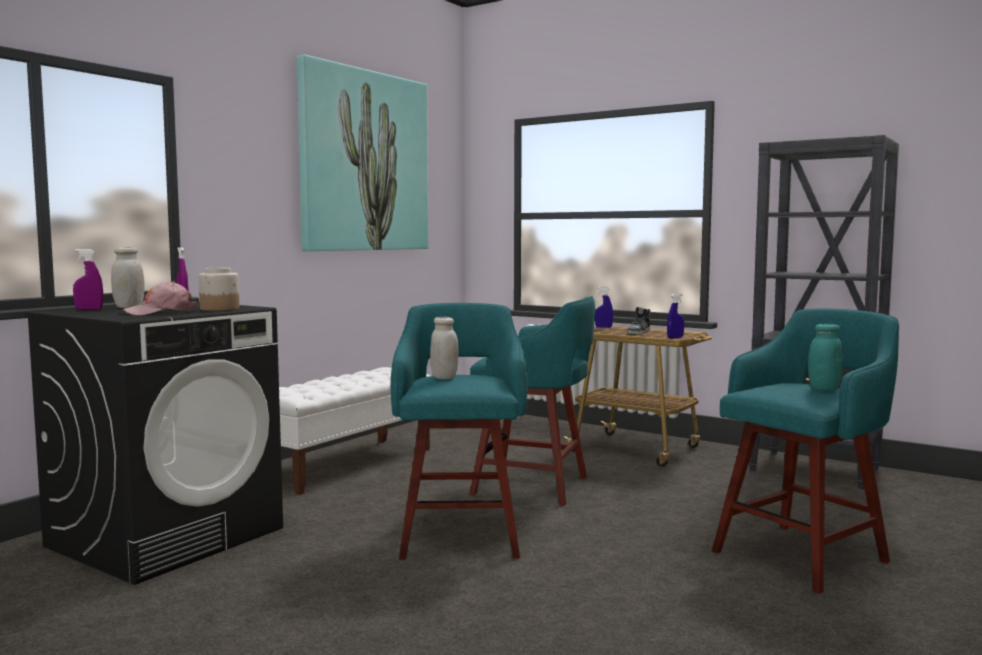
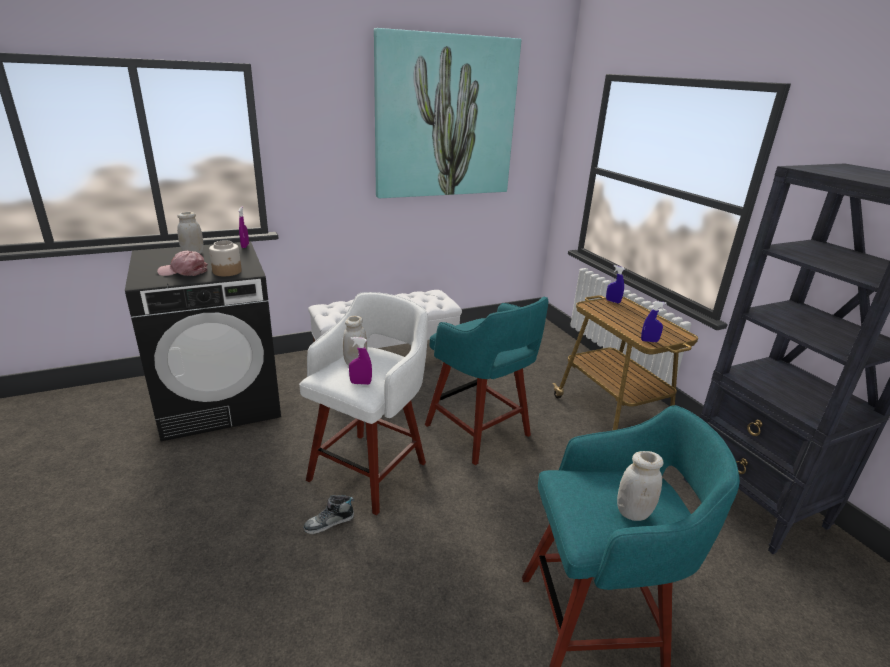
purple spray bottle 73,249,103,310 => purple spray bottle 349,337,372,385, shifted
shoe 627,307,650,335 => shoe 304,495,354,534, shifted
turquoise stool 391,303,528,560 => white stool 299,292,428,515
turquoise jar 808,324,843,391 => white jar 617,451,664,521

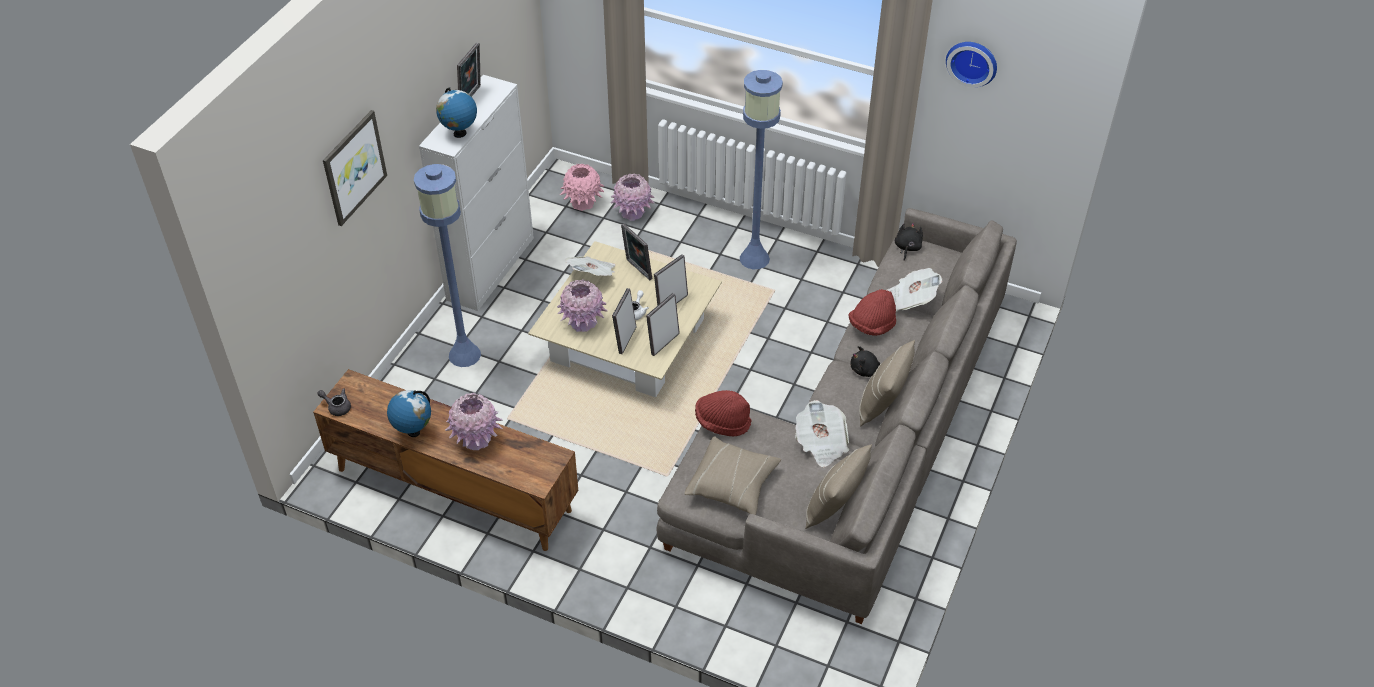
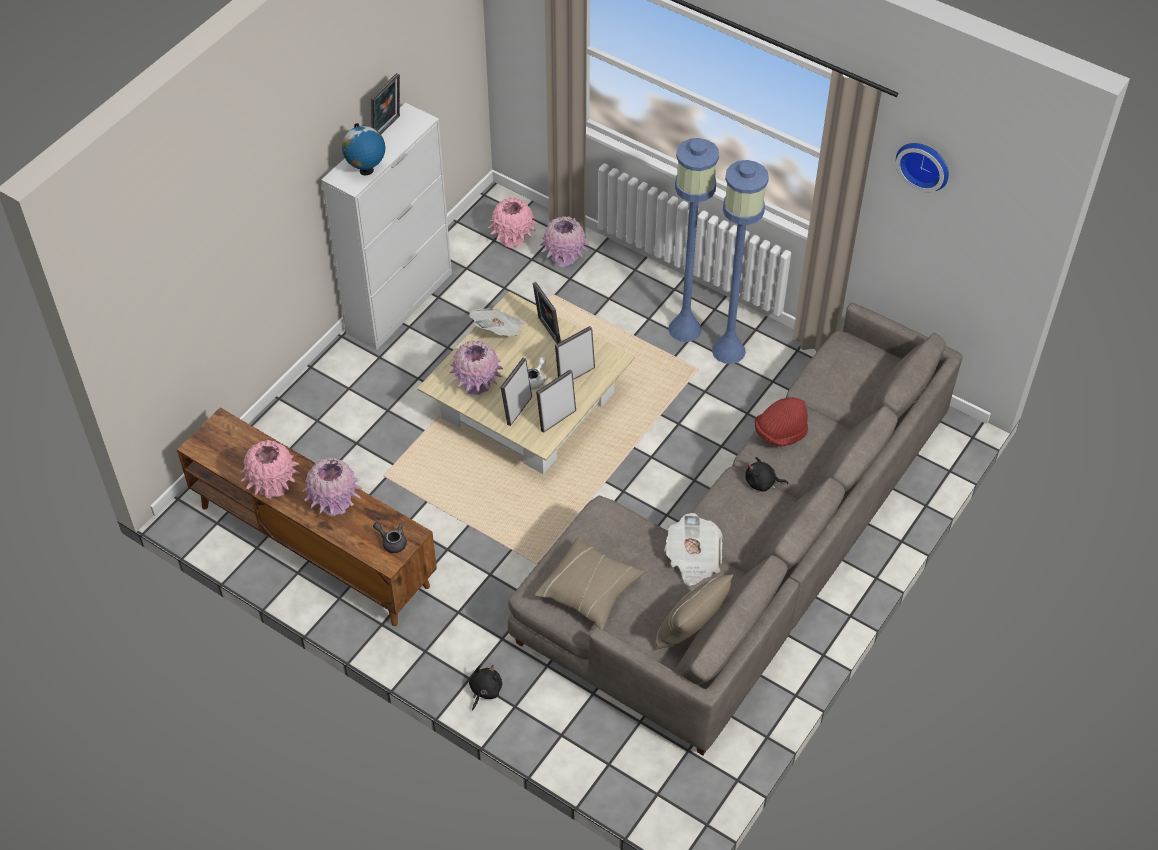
picture 323,110,387,226 => nothing
red hat 695,390,751,436 => nothing
beige pillow 859,340,915,427 => nothing
newspaper 887,268,942,311 => nothing
grey teapot 317,388,351,416 => grey teapot 373,522,407,553, shifted
blue floor lamp 414,164,481,367 => blue floor lamp 712,160,769,364, shifted
black plush toy 895,223,923,260 => black plush toy 469,664,502,711, shifted
globe 387,390,431,437 => pink vase 241,440,300,499

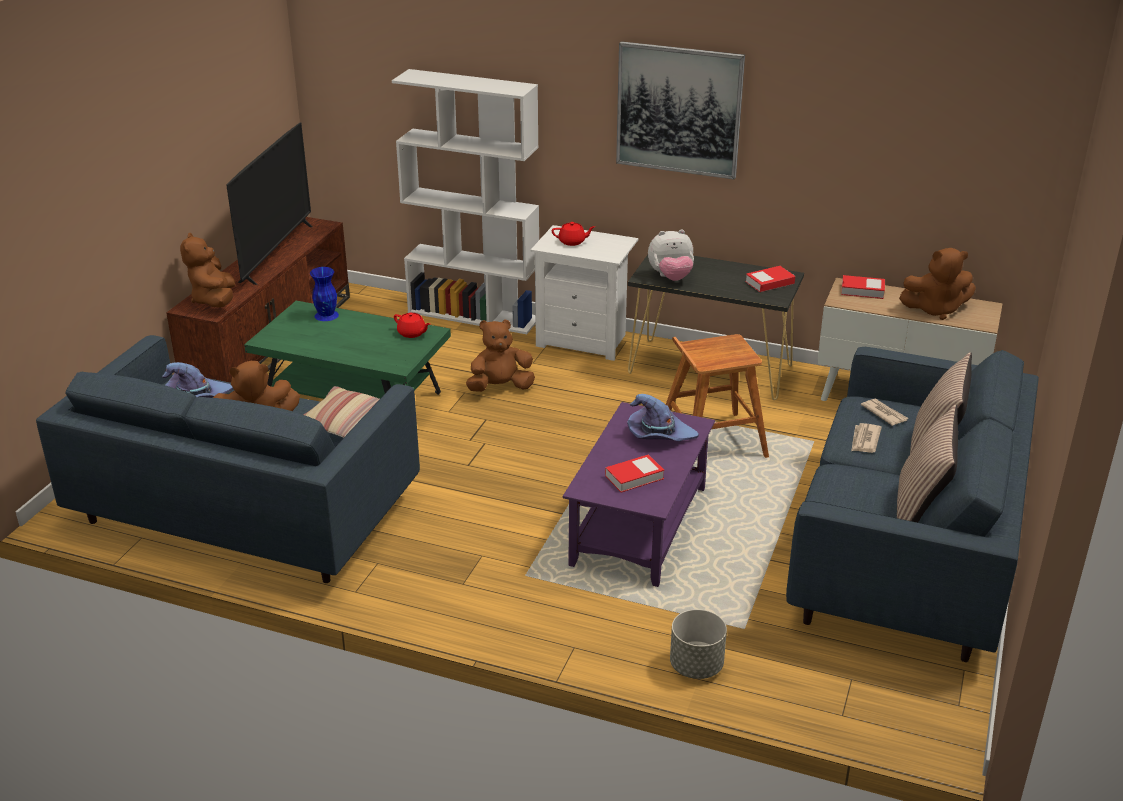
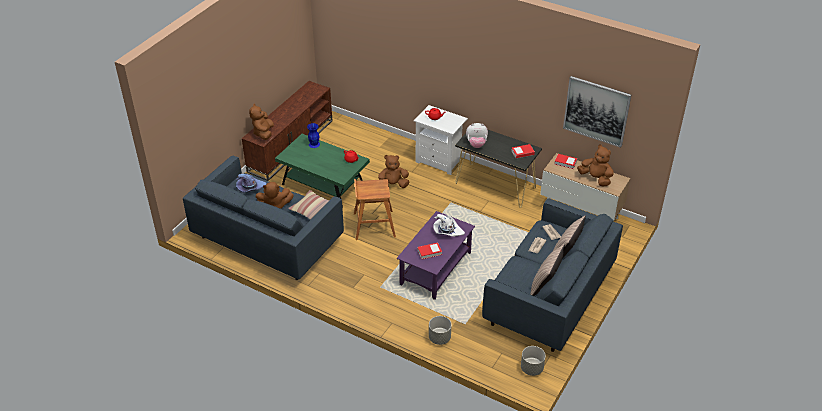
television 226,123,313,285 => nothing
white bookcase 392,69,539,334 => nothing
nothing => grey planter 521,346,545,376
picture 616,41,745,180 => picture 563,76,631,148, shifted
brown stool 666,334,769,458 => brown stool 354,179,396,240, shifted
purple hat 627,394,699,441 => white hat 433,214,465,237
brown plush toy 899,248,976,320 => brown plush toy 577,144,614,187, 150 degrees counterclockwise

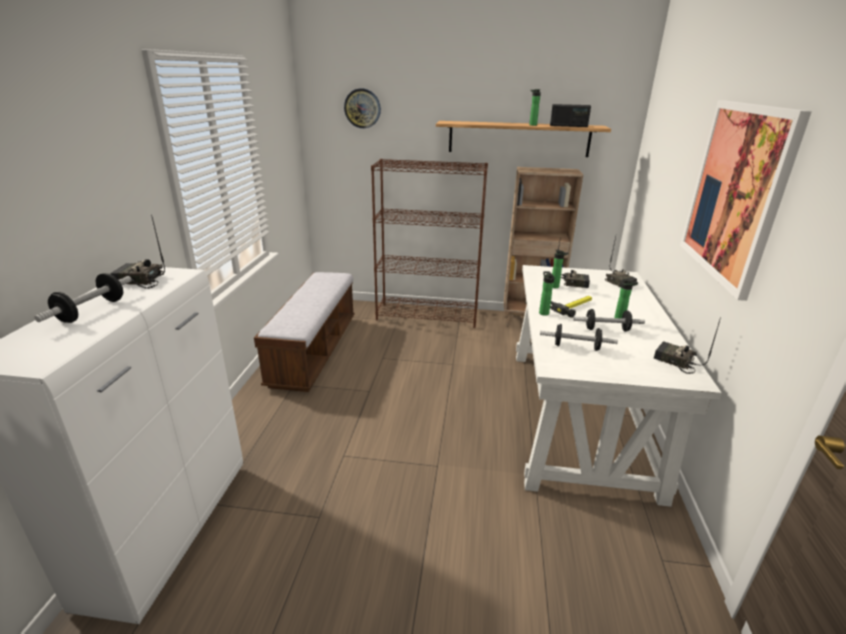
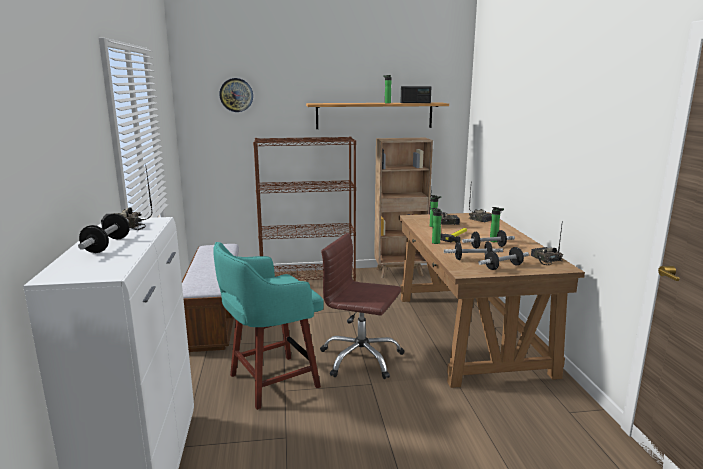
picture 680,100,812,301 => nothing
nothing => turquoise stool 213,242,323,410
nothing => brown office chair 320,233,405,379
nothing => dumbbell 478,247,529,270
white desk 516,265,722,507 => brown desk 399,212,585,388
radio 654,317,721,374 => radio 531,220,563,265, 45 degrees clockwise

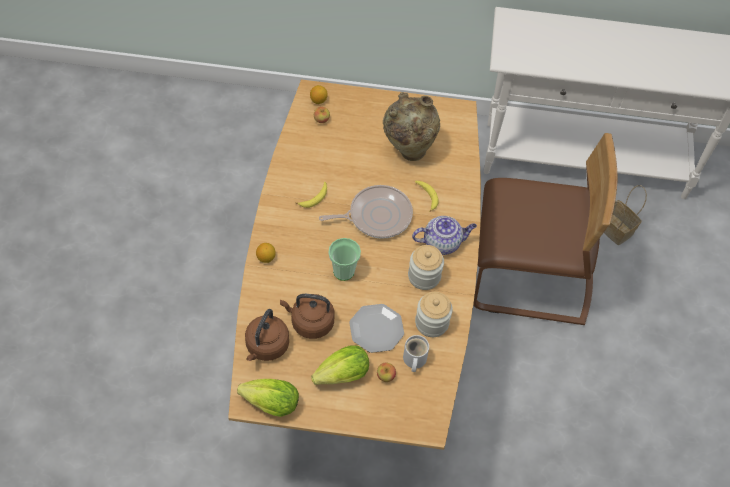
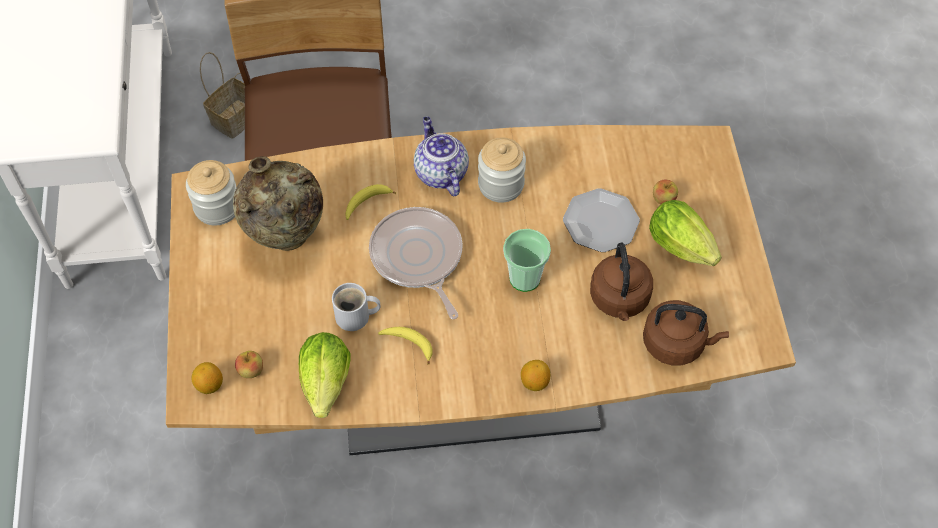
lettuce 237,379,299,417 => lettuce 299,332,350,418, shifted
white mug 403,335,429,372 => white mug 332,283,380,331, shifted
jar 415,292,453,337 => jar 186,160,236,225, shifted

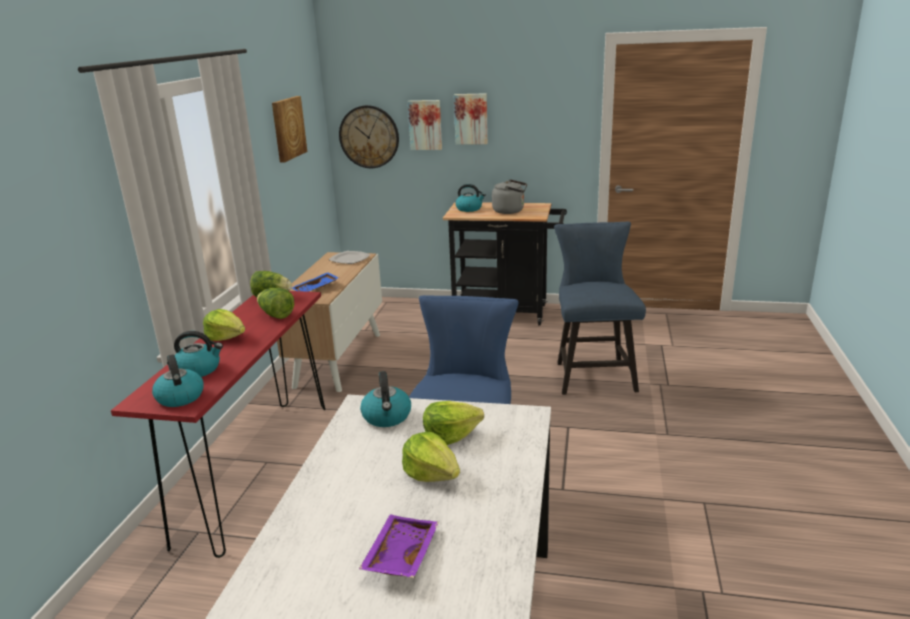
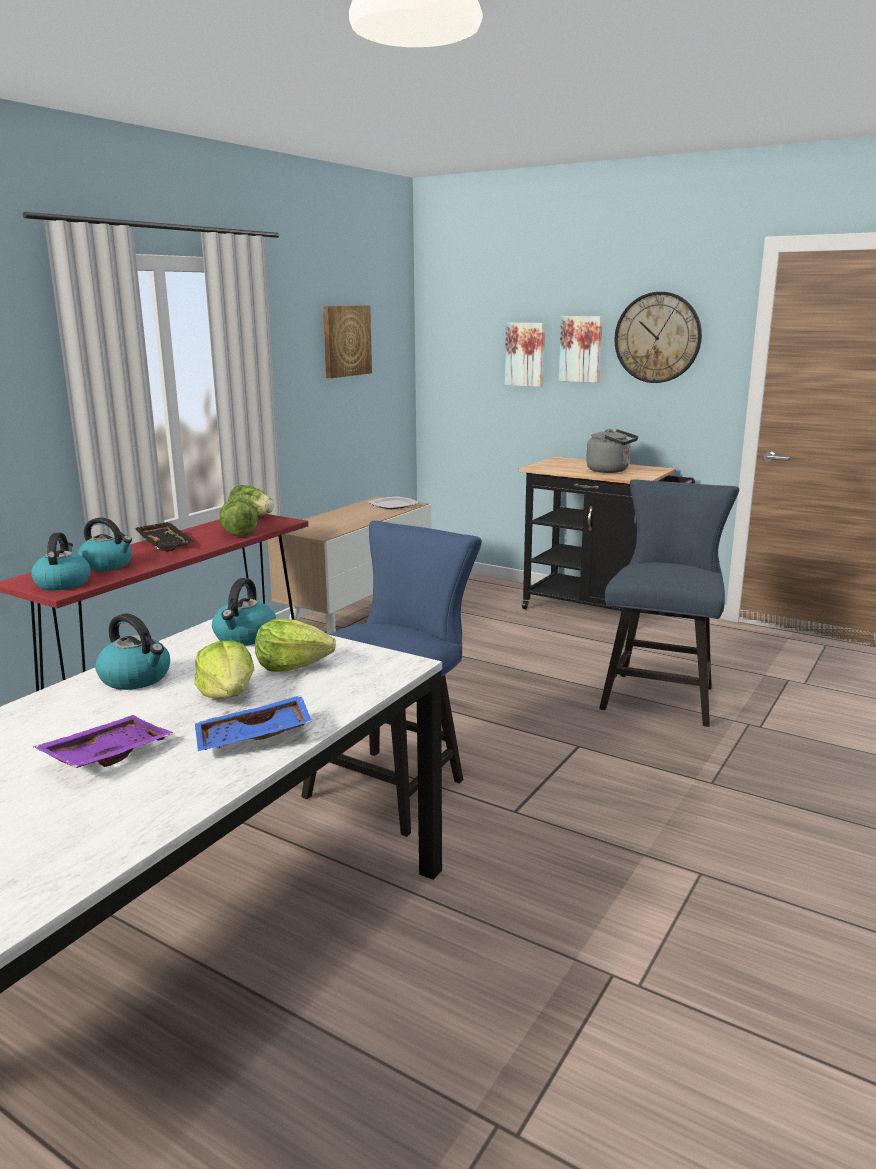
blue tray 292,272,339,292 => blue tray 195,695,312,751, shifted
wall clock 339,105,399,168 => wall clock 614,292,702,383, shifted
kettle 455,184,486,212 => kettle 95,613,170,690, shifted
lettuce 203,309,245,341 => black tray 134,522,195,552

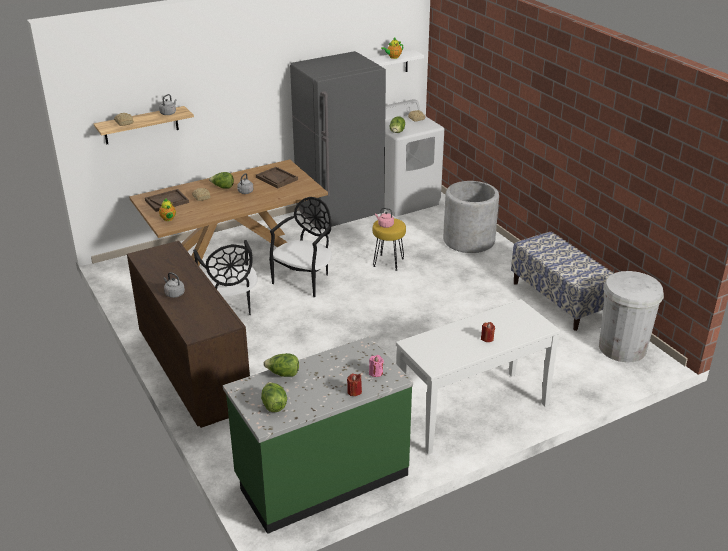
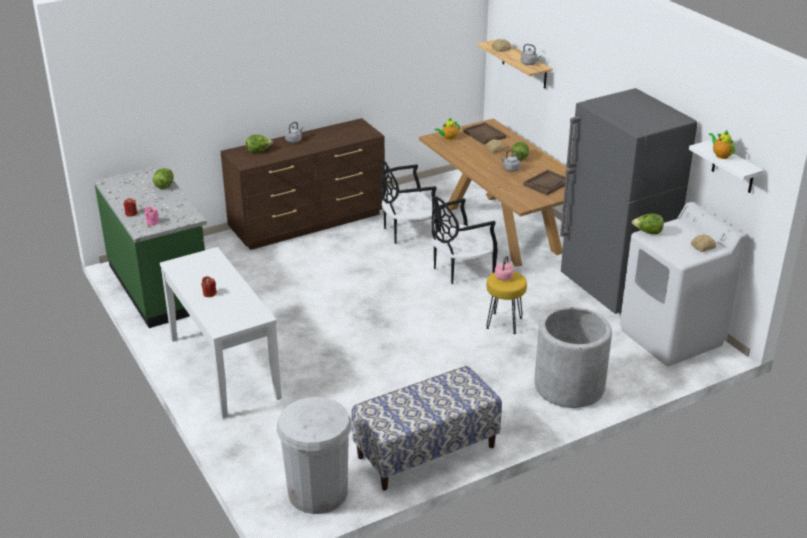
lettuce 261,382,287,412 => lettuce 246,134,273,153, shifted
black chair 269,197,332,297 => black chair 431,196,498,284, 120 degrees clockwise

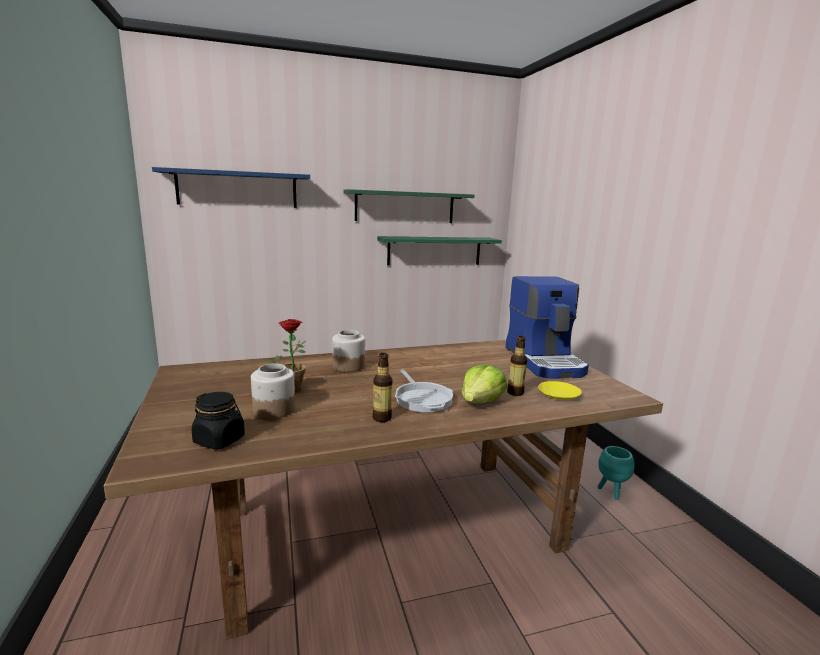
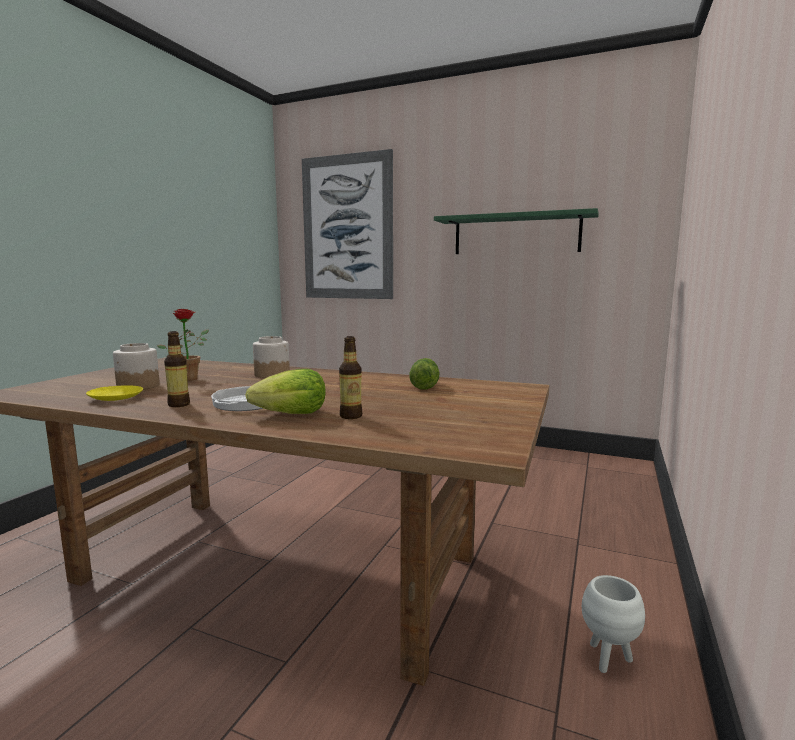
black jar 191,392,245,450 => nothing
green shelf 377,236,502,265 => nothing
coffee machine 505,276,589,379 => nothing
nothing => lettuce 409,358,439,390
yellow plate 538,381,582,400 => yellow plate 86,385,143,401, shifted
blue shelf 152,167,310,208 => picture 302,149,393,299
turquoise planter 598,446,635,500 => white planter 582,575,645,673

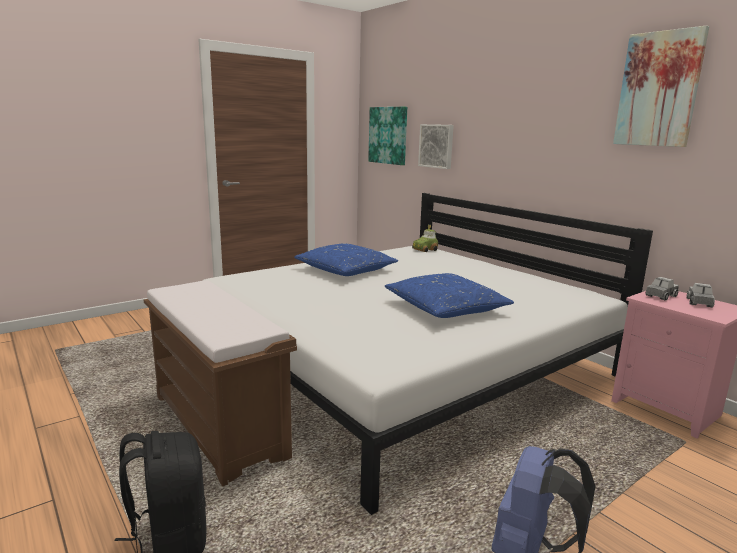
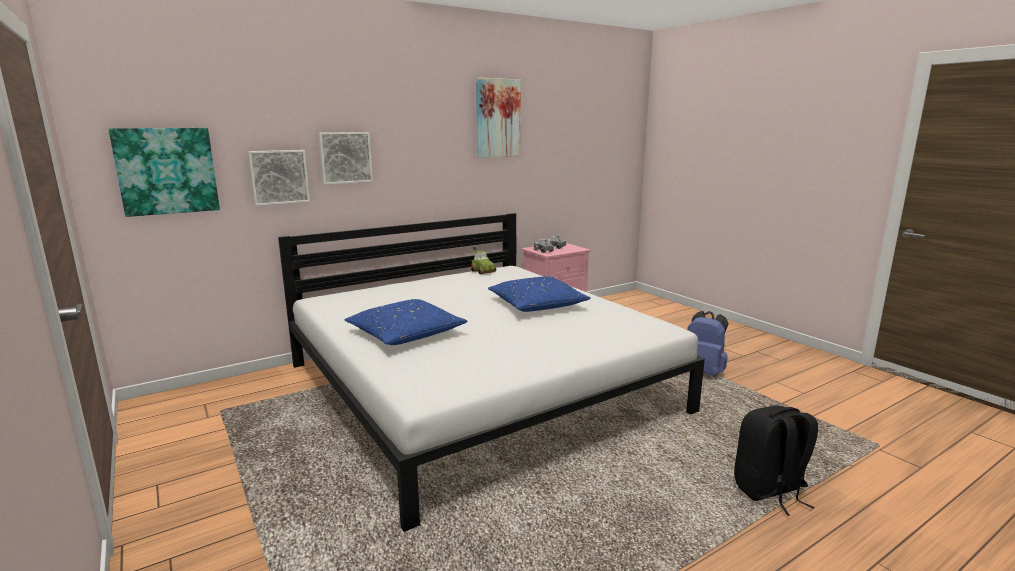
brown bench 143,280,297,486 => nothing
nothing => picture 318,132,373,185
toy car 412,225,438,252 => toy car 471,247,496,274, shifted

